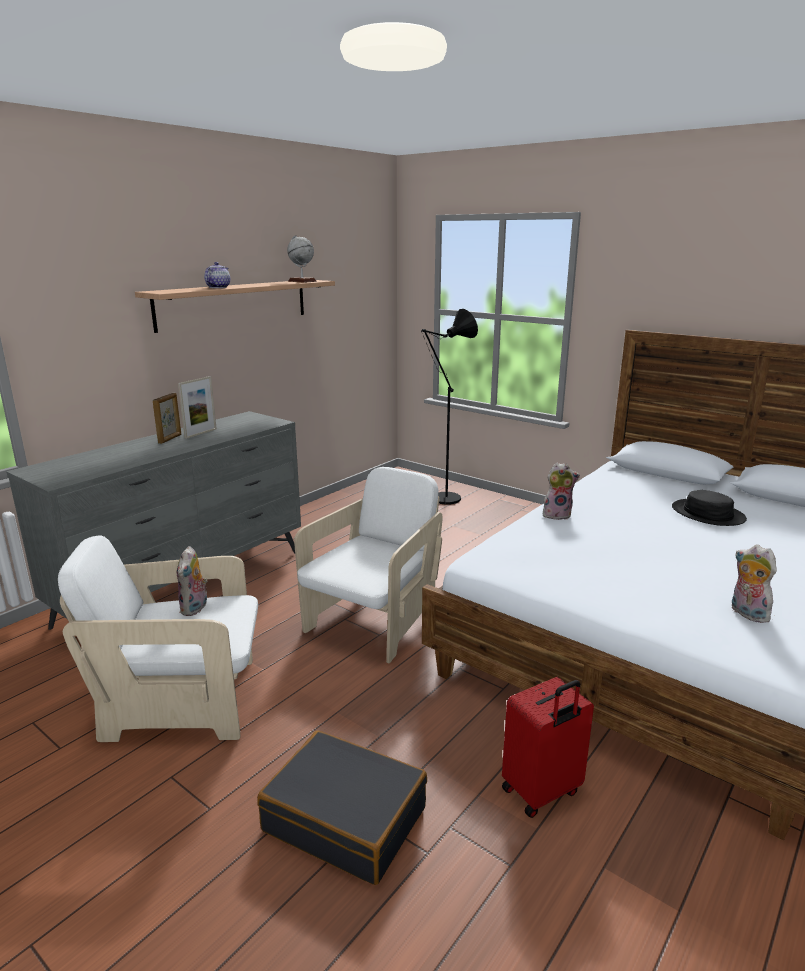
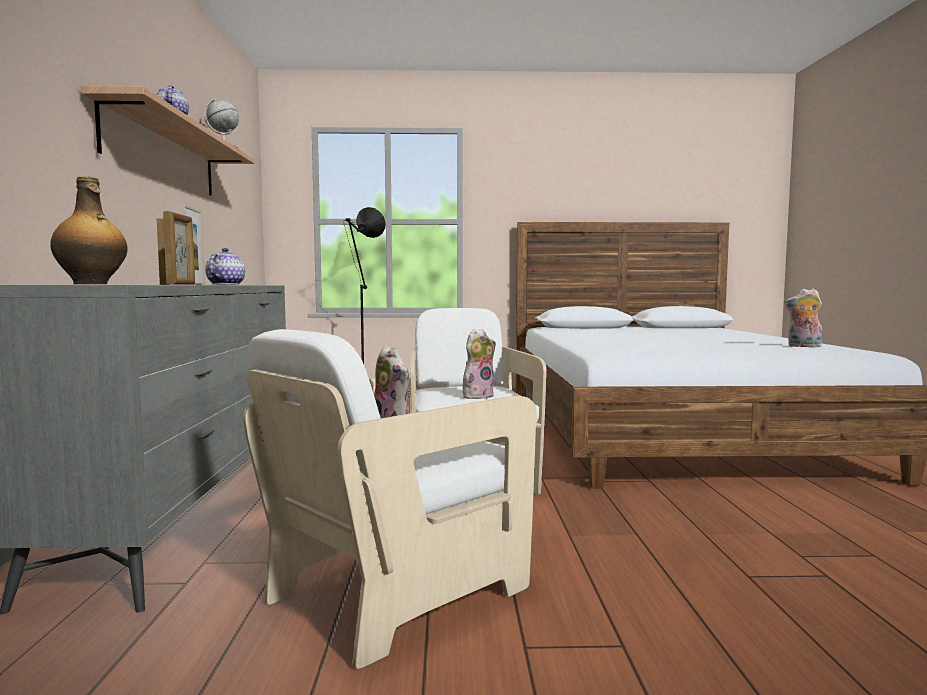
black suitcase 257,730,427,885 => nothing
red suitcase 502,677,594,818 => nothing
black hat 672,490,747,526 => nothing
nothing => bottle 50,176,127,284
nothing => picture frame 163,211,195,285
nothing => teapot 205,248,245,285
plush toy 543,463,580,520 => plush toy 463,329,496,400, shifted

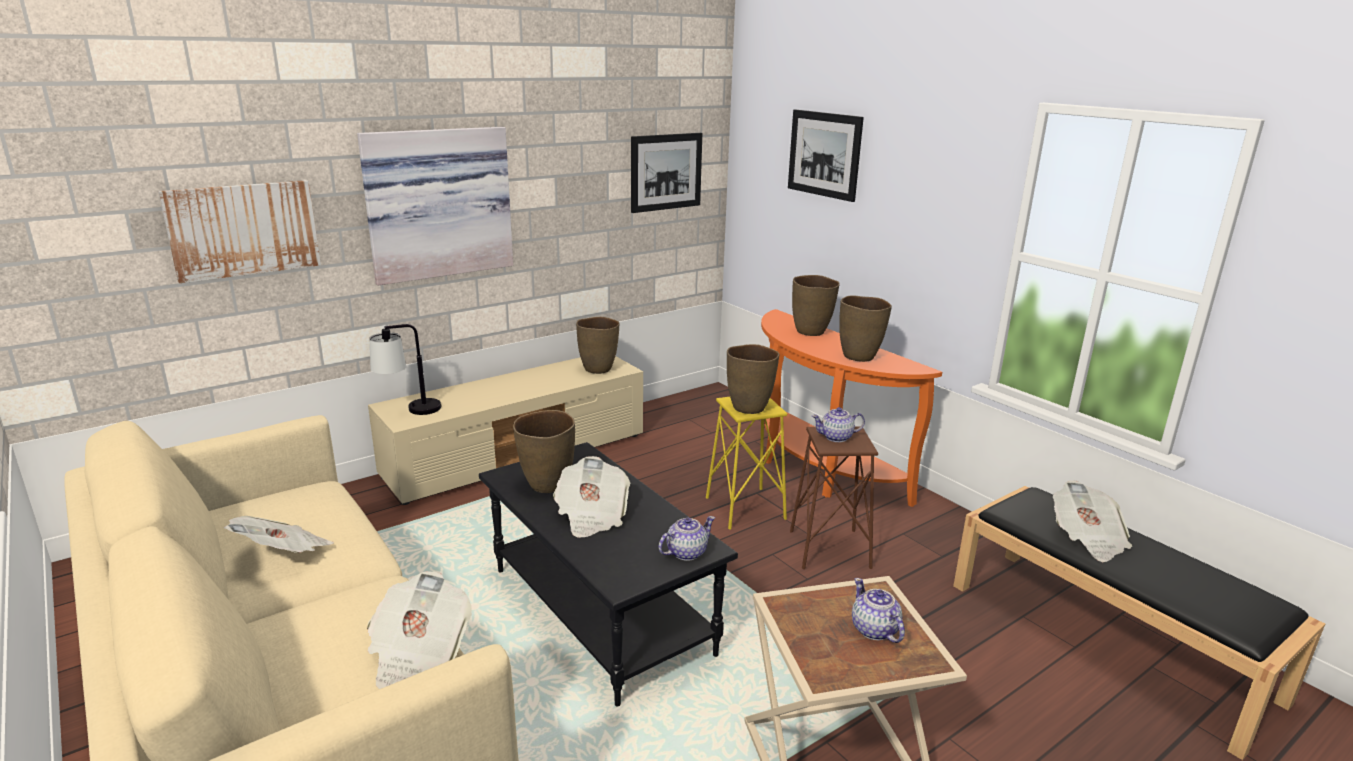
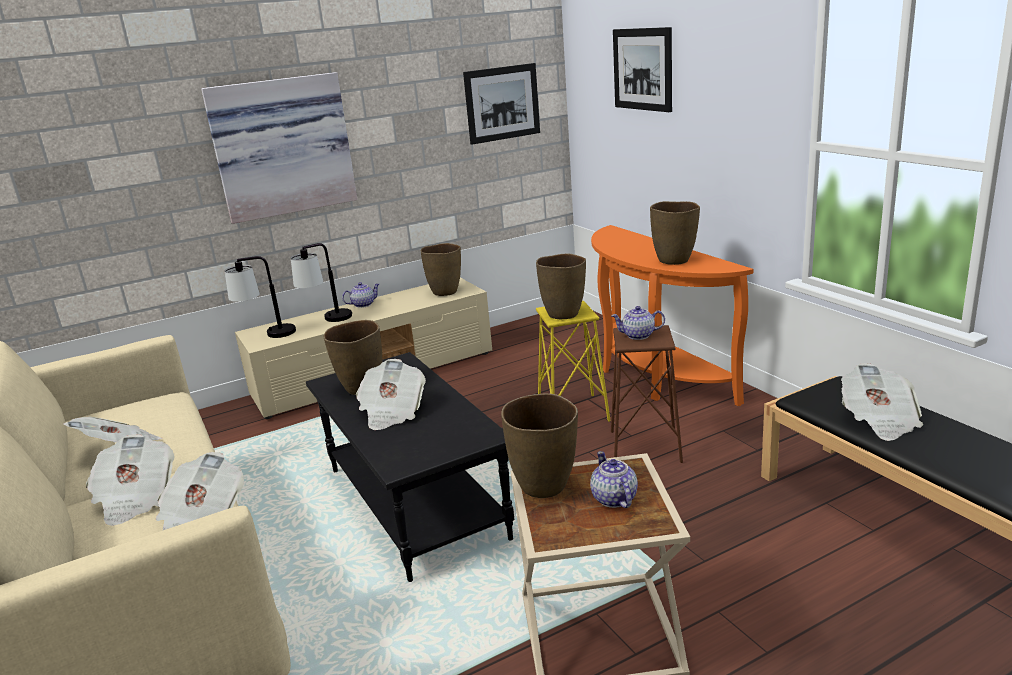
picture 158,180,321,283 => nothing
nothing => newspaper 86,434,175,526
nothing => table lamp 291,243,352,322
teapot 658,516,715,561 => teapot 342,282,379,308, shifted
brown vase 792,275,840,336 => brown vase 501,393,578,498, shifted

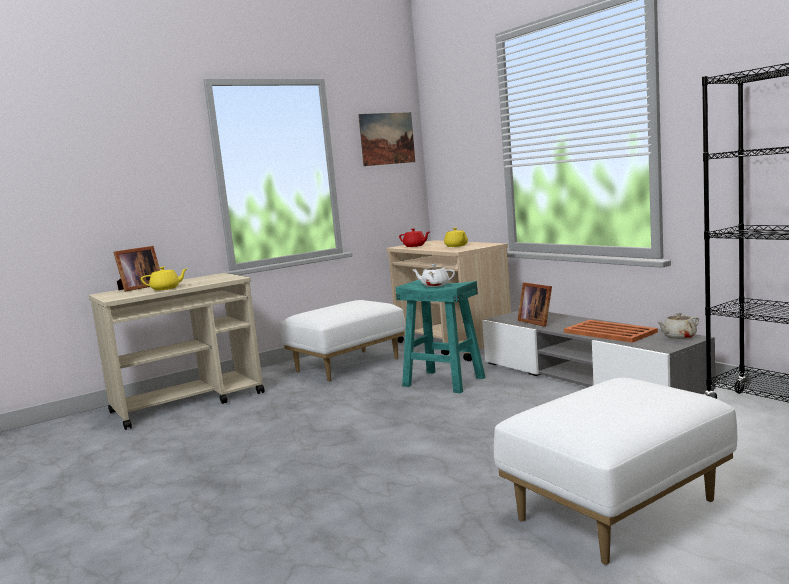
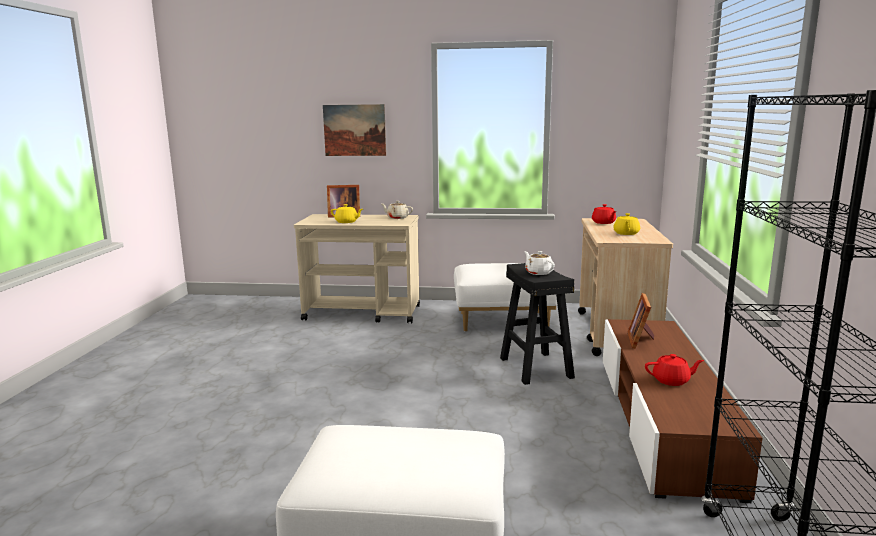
picture 358,112,415,166 => picture 323,104,386,156, shifted
beige teapot 657,312,699,339 => beige teapot 381,201,413,219, shifted
orange tray 564,320,658,343 => red teapot 645,354,704,386
turquoise stool 396,280,485,393 => black stool 500,263,575,385
grey tv stand 482,311,715,394 => brown tv stand 603,319,762,503

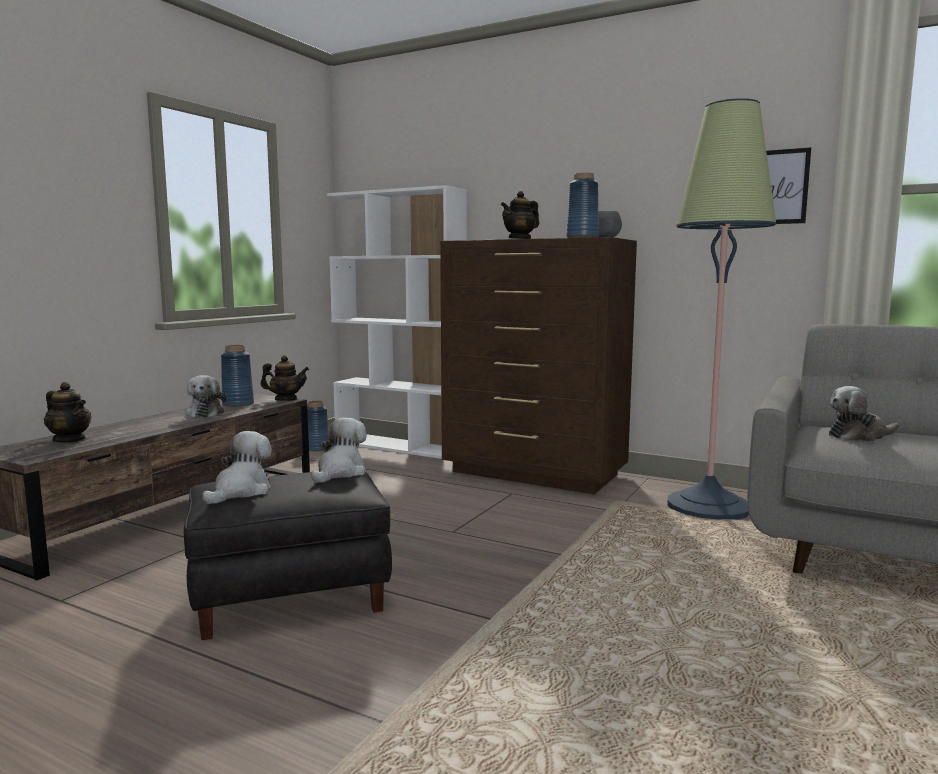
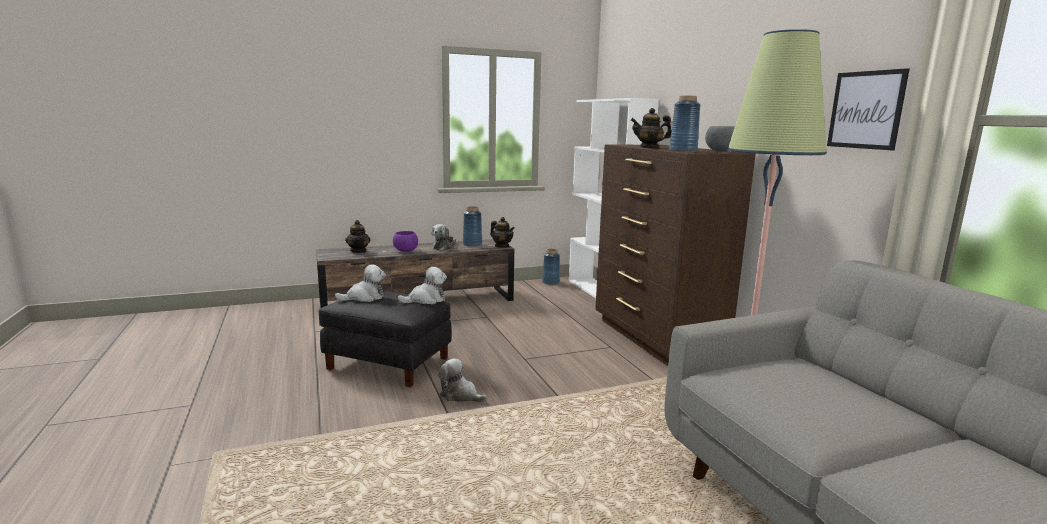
nothing => purple bowl 393,231,418,252
plush toy 829,386,900,441 => plush toy 438,359,487,403, shifted

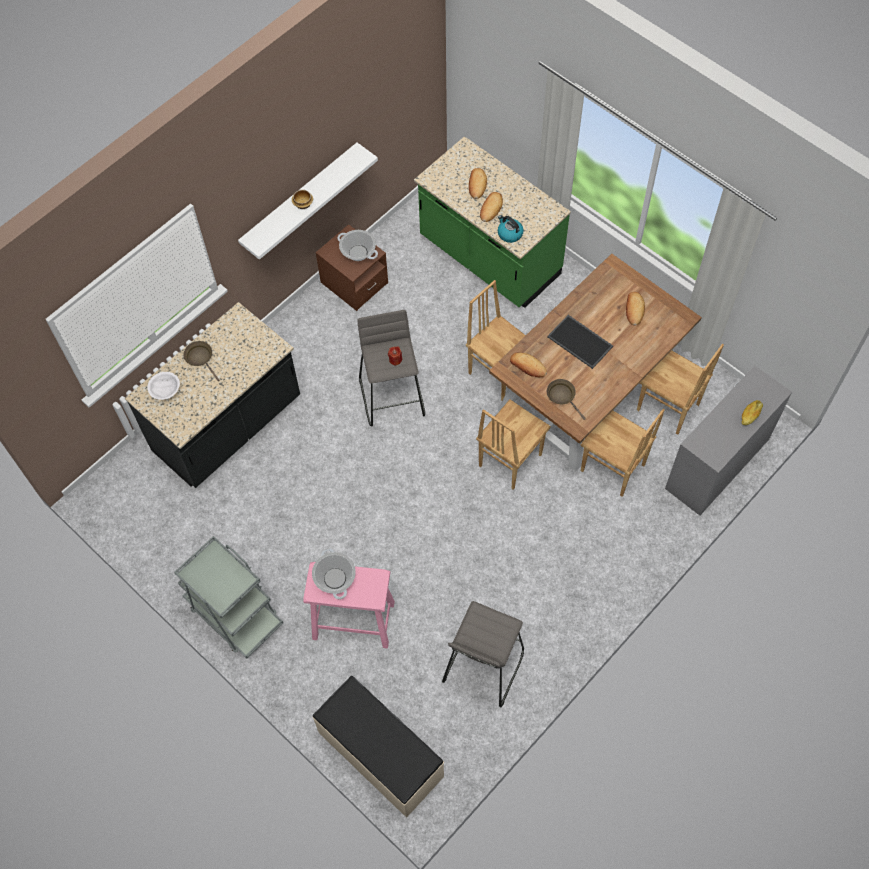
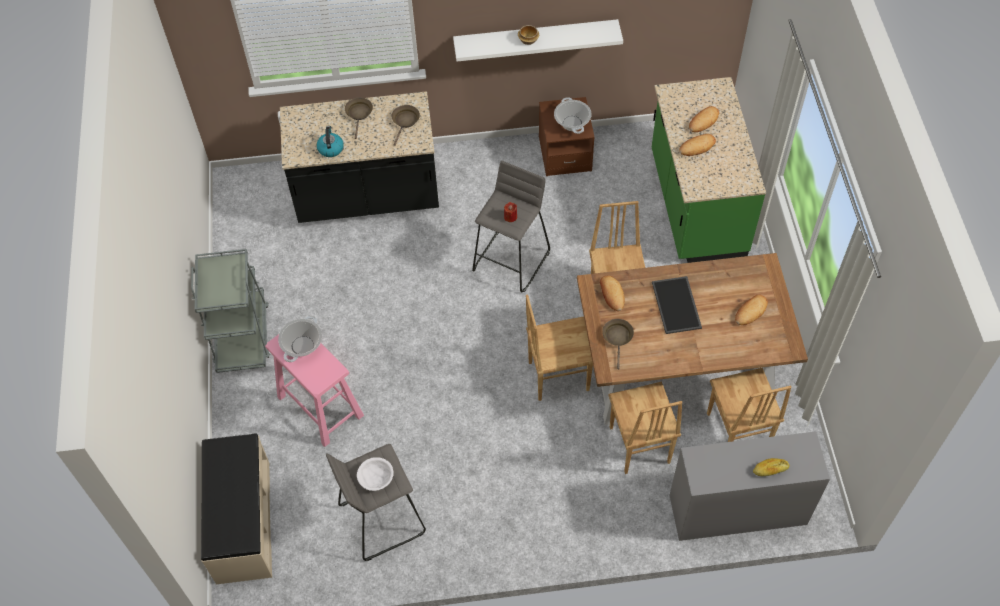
nothing => brown frying pan 392,105,420,146
white bowl 147,372,180,400 => white bowl 357,457,394,491, shifted
kettle 498,215,524,243 => kettle 316,126,344,157, shifted

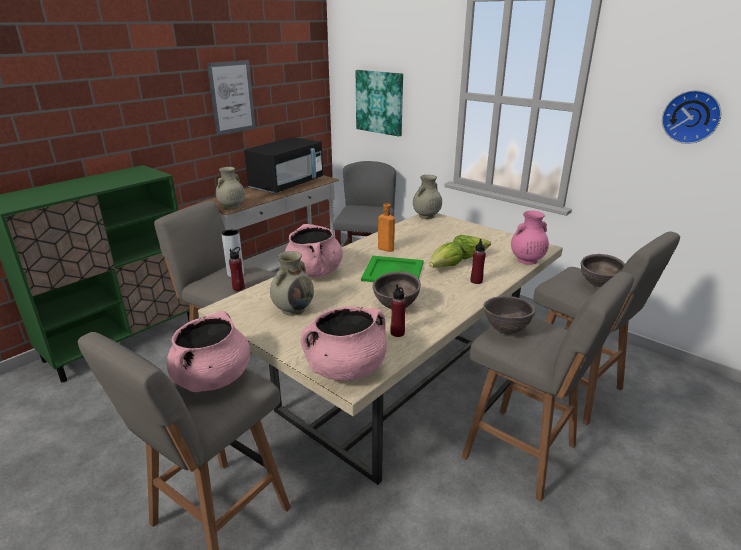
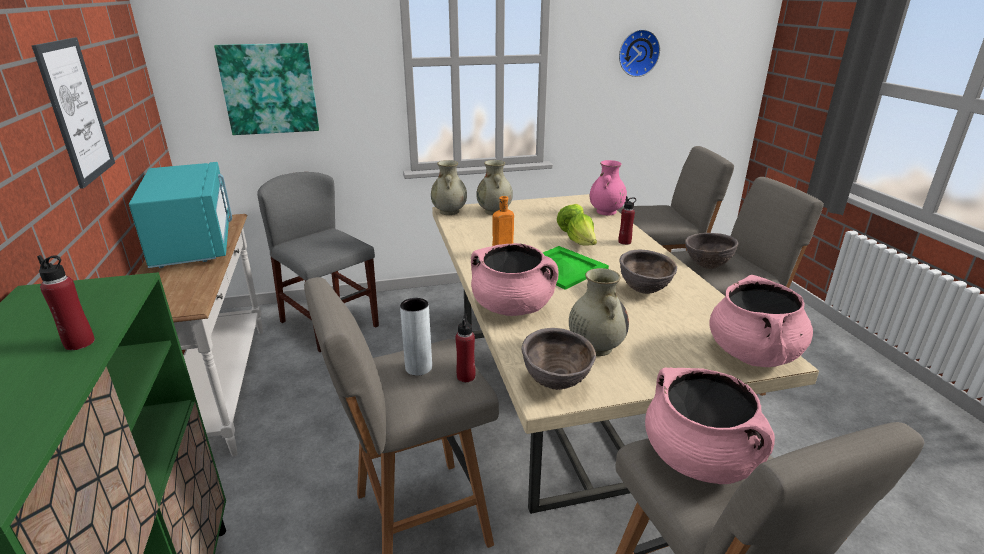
beige vase 216,167,245,209 => beige vase 477,160,513,215, shifted
red bottle 390,285,406,337 => red bottle 37,255,95,350, shifted
brown bowl 581,254,625,287 => brown bowl 522,328,596,390, shifted
black microwave 244,137,323,194 => turquoise microwave 129,162,232,268

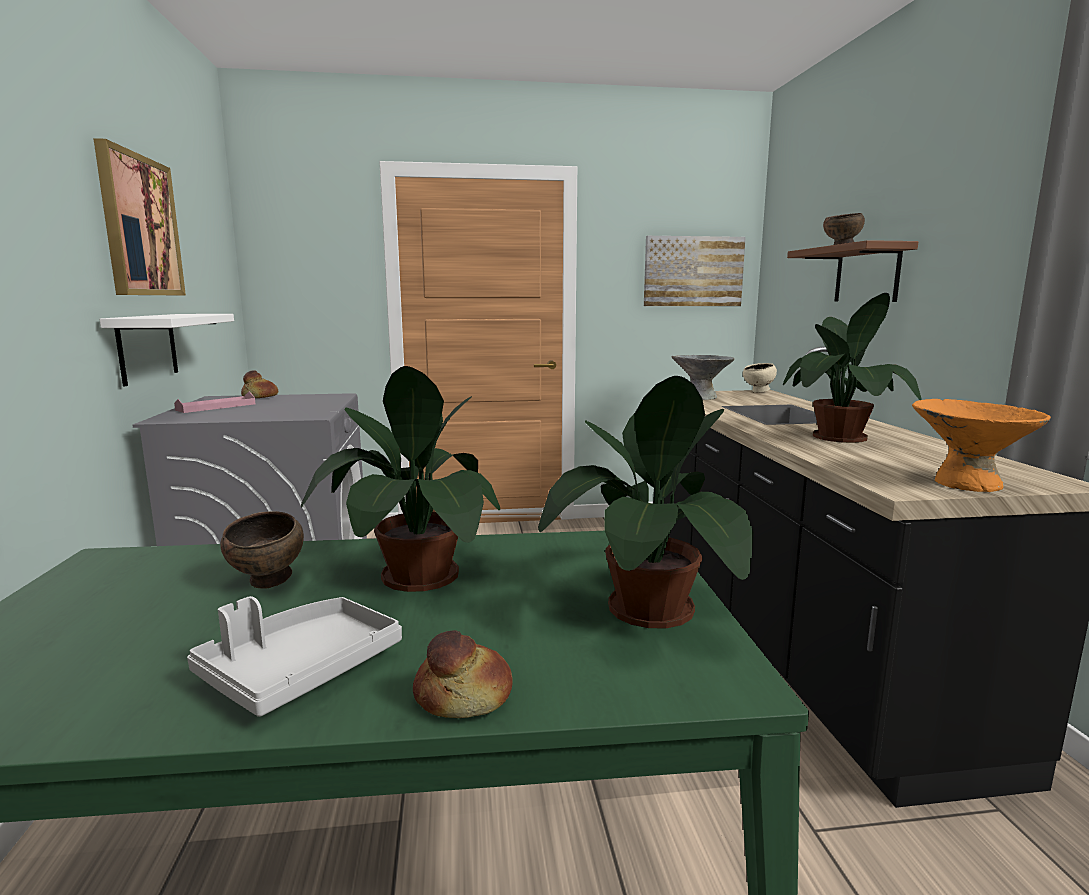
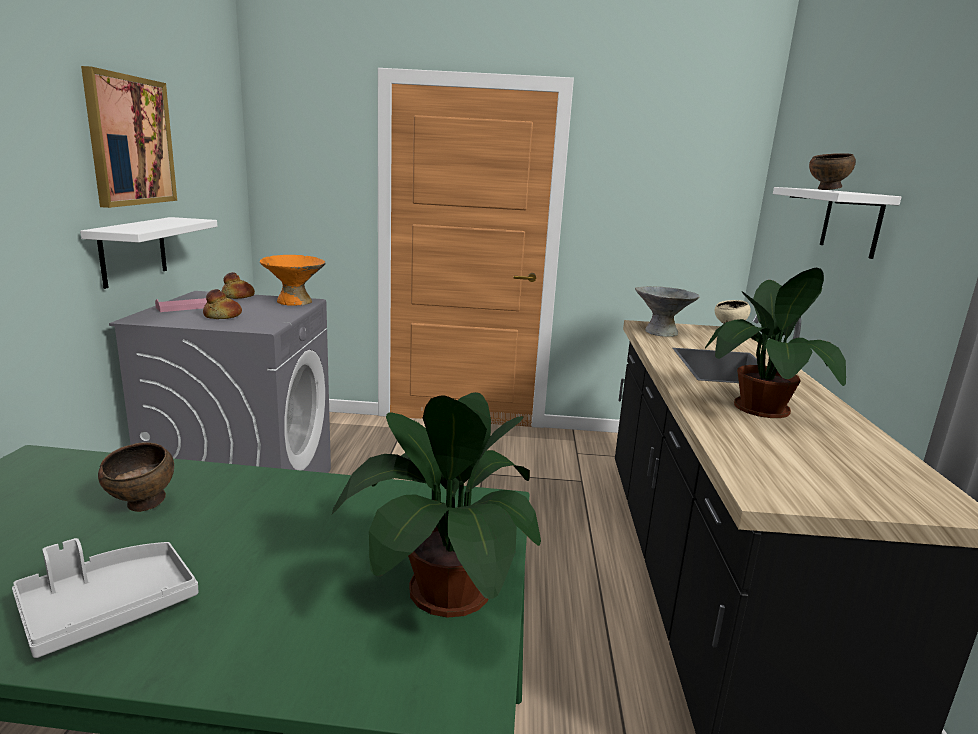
potted plant 301,366,500,592 => nothing
picture 644,236,746,306 => nothing
bread 413,630,513,718 => bread 203,289,242,319, shifted
orange bowl 912,399,1051,492 => orange bowl 260,255,326,306, shifted
brown shelf 787,240,918,302 => white shelf 773,187,901,259

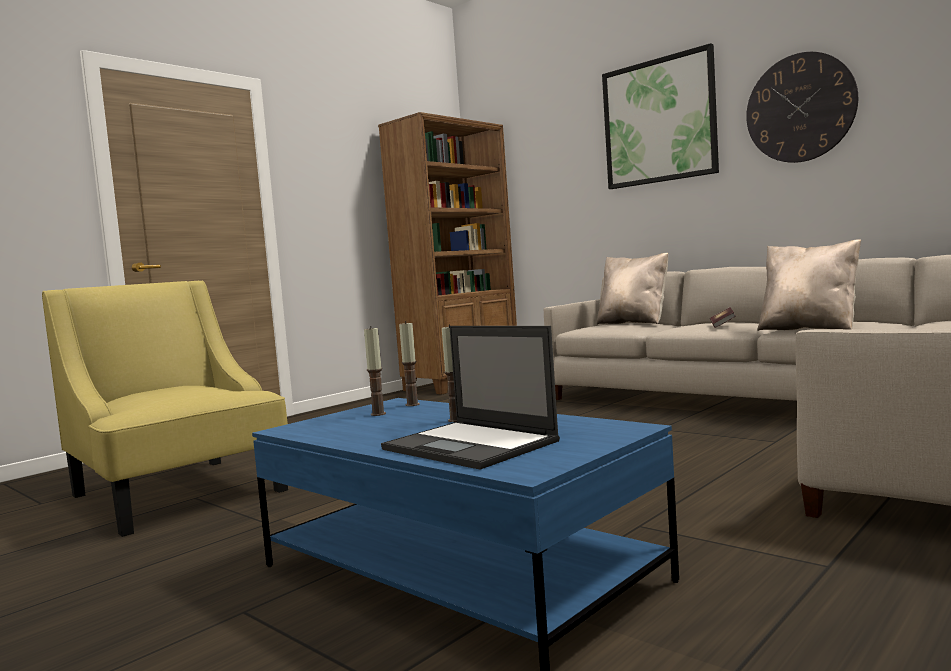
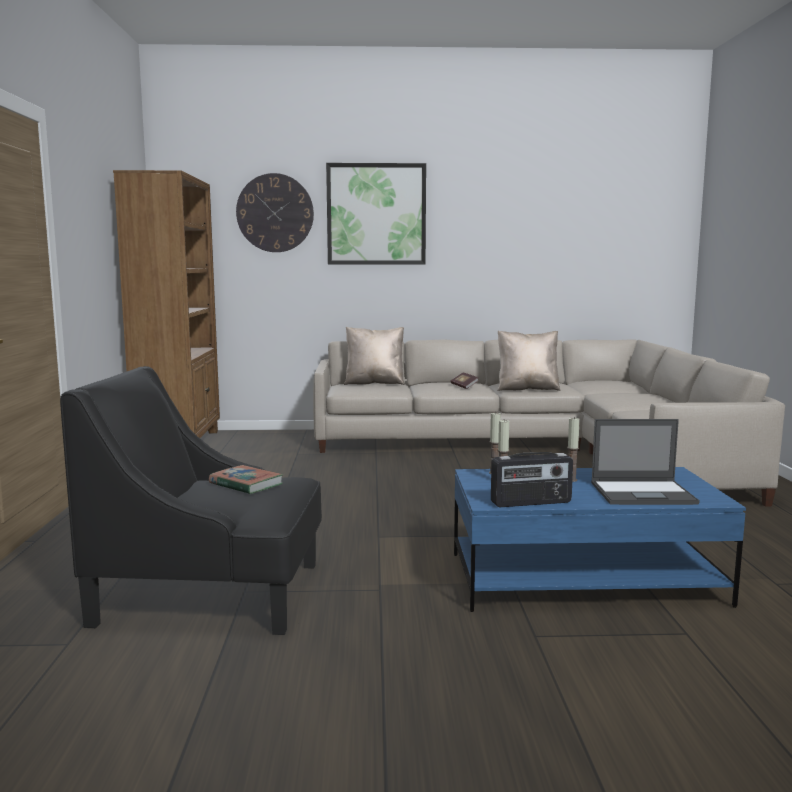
nothing => book 209,465,283,494
nothing => radio 491,452,573,507
wall clock 746,52,858,163 => wall clock 236,173,314,252, shifted
yellow armchair 42,281,288,537 => black armchair 60,366,322,635

